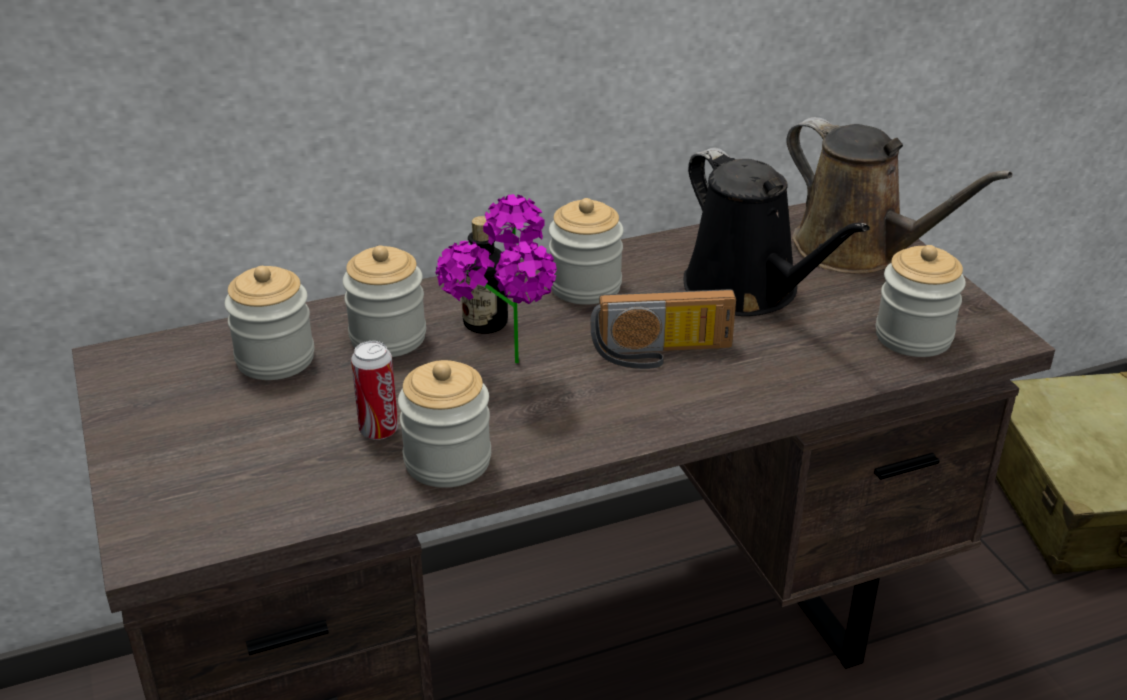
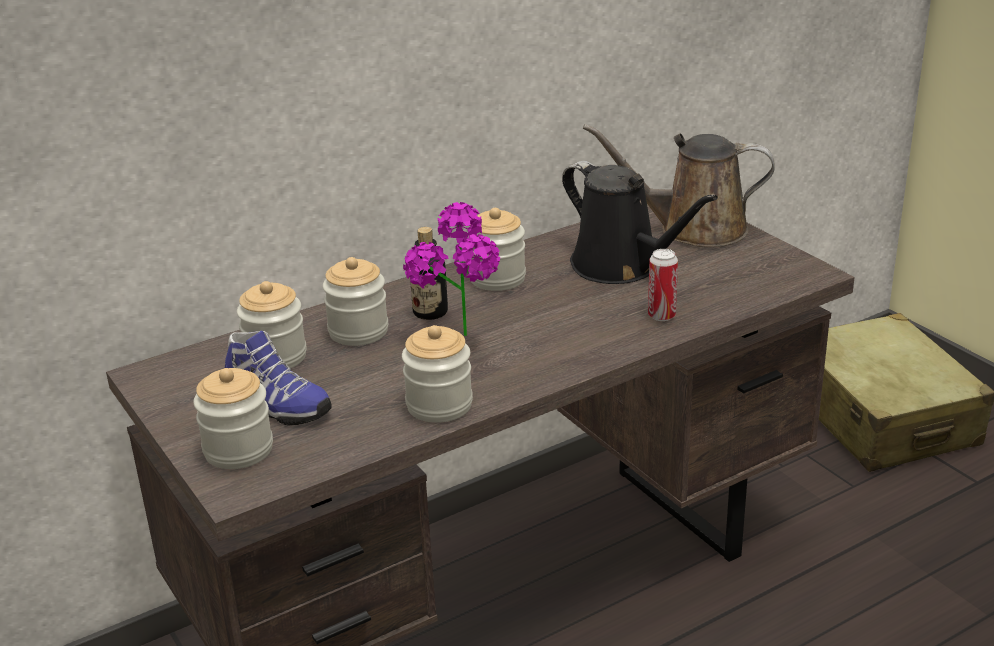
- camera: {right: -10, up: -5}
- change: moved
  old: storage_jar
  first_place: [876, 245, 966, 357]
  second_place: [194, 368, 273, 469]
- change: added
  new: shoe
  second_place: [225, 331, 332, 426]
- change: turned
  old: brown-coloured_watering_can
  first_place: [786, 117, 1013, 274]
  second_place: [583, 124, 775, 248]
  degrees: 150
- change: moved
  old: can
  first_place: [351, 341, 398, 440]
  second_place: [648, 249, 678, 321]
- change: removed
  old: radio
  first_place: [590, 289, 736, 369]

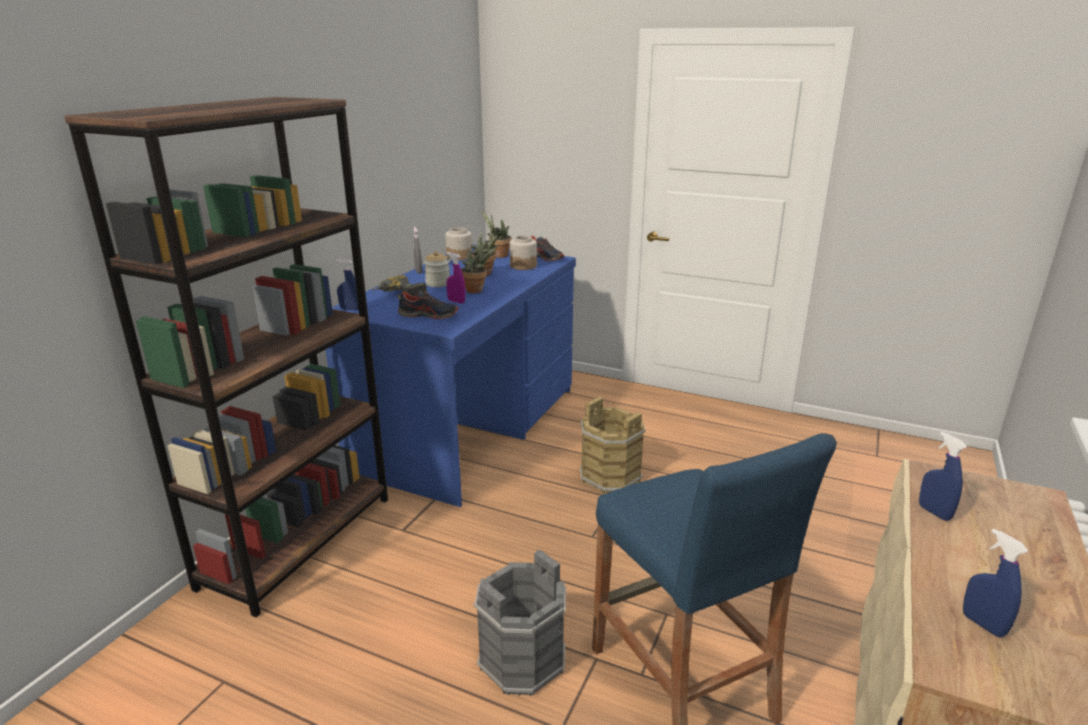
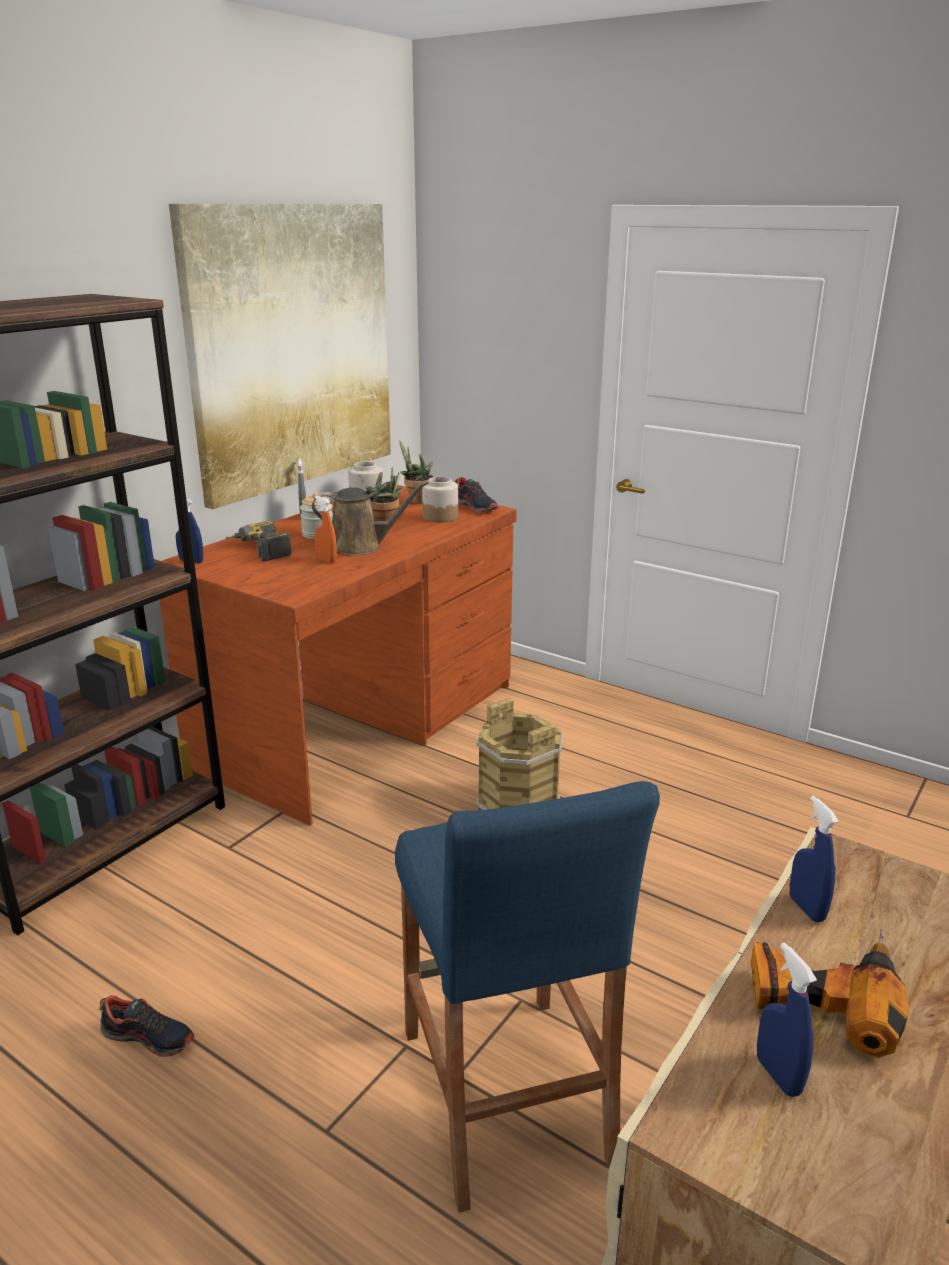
- camera: {right: 10, up: 0}
- change: moved
  old: shoe
  first_place: [398, 291, 459, 319]
  second_place: [99, 995, 194, 1057]
- change: recoloured
  old: blue-coloured_desk
  new: brown-coloured_desk
  first_place: [325, 244, 576, 507]
  second_place: [159, 485, 517, 826]
- change: added
  new: wall_art
  second_place: [169, 204, 391, 509]
- change: replaced
  old: houseplant
  new: brown-coloured_watering_can
  first_place: [461, 243, 496, 293]
  second_place: [312, 481, 429, 556]
- change: recoloured
  old: purple_hand_sprayer
  new: orange-coloured_hand_sprayer
  first_place: [446, 252, 465, 304]
  second_place: [314, 496, 337, 563]
- change: added
  new: power_drill
  second_place: [751, 929, 908, 1058]
- change: removed
  old: gray_bucket
  first_place: [474, 550, 566, 696]

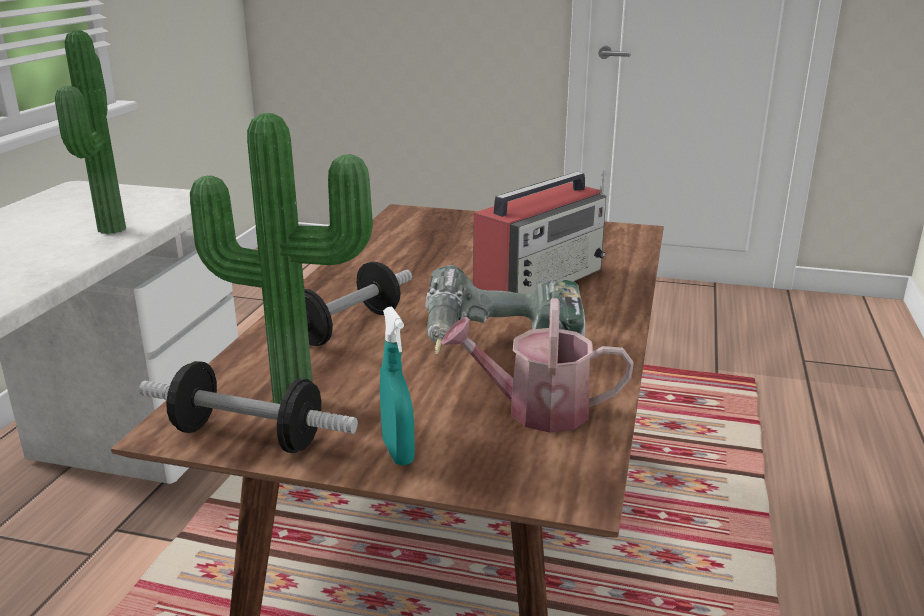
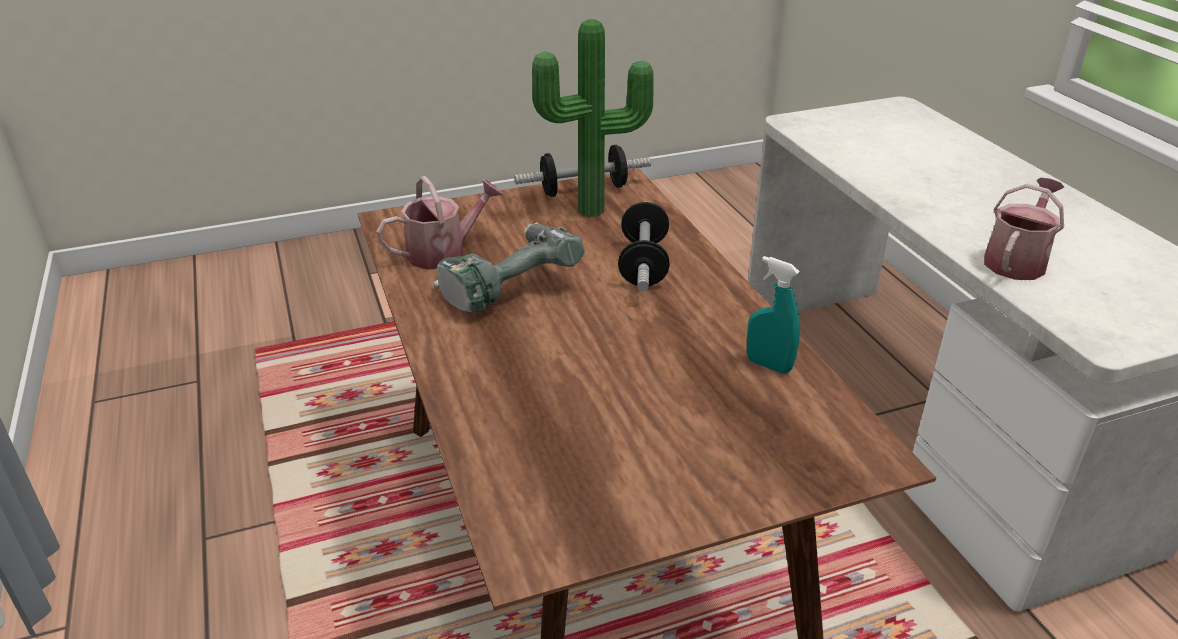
- camera: {right: 145, up: 10}
- change: moved
  old: blue-green_hand_sprayer
  first_place: [380, 306, 415, 466]
  second_place: [747, 256, 800, 374]
- change: replaced
  old: houseplant
  new: watering_can
  first_place: [55, 30, 126, 234]
  second_place: [984, 178, 1064, 280]
- change: removed
  old: radio
  first_place: [473, 169, 606, 295]

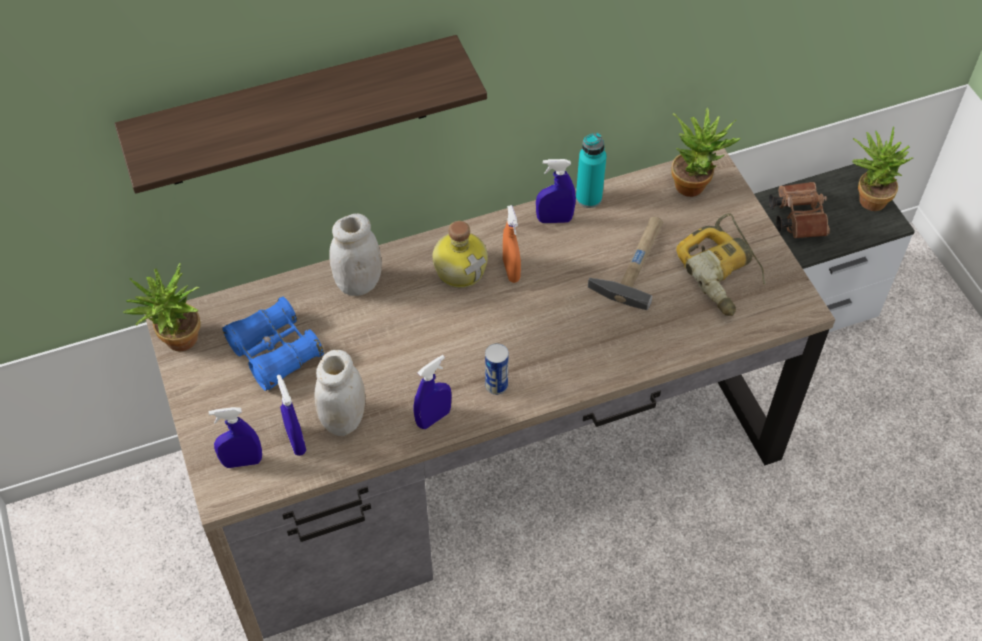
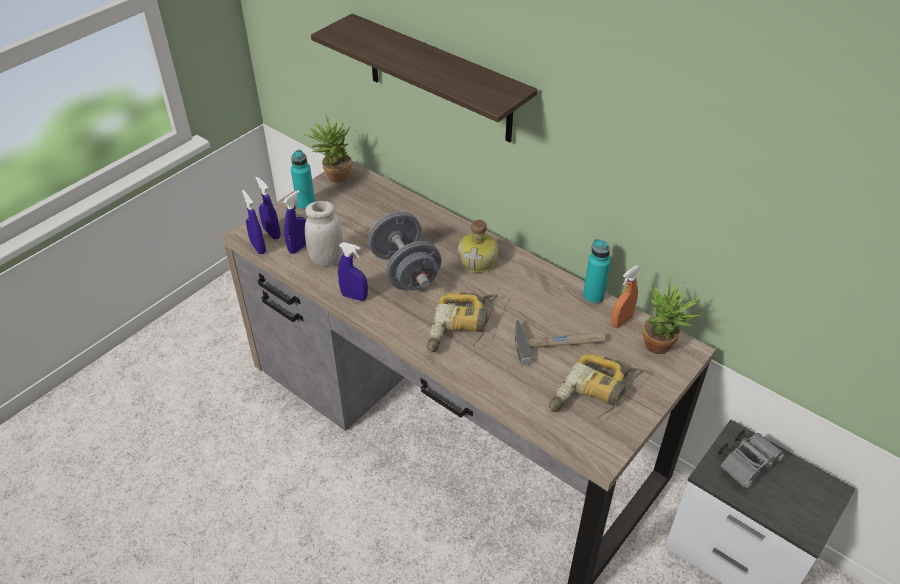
- camera: {right: 60, up: -10}
- change: moved
  old: blue-coloured_hand_sprayer
  first_place: [536, 159, 576, 223]
  second_place: [242, 190, 266, 254]
- change: added
  new: blue-green_bottle
  second_place: [291, 150, 315, 210]
- change: added
  new: gray_hand_weight
  second_place: [368, 212, 442, 291]
- change: added
  new: power_drill
  second_place: [427, 293, 498, 352]
- change: moved
  old: orange-coloured_hand_sprayer
  first_place: [503, 205, 521, 283]
  second_place: [611, 266, 640, 328]
- change: recoloured
  old: brown-coloured_binoculars
  new: gray_binoculars
  first_place: [769, 182, 830, 238]
  second_place: [718, 430, 785, 488]
- change: removed
  old: blue-coloured_binoculars
  first_place: [222, 297, 324, 391]
- change: removed
  old: white-coloured_storage_jar
  first_place: [329, 214, 382, 296]
- change: removed
  old: can
  first_place: [485, 343, 509, 395]
- change: removed
  old: houseplant
  first_place: [852, 126, 913, 211]

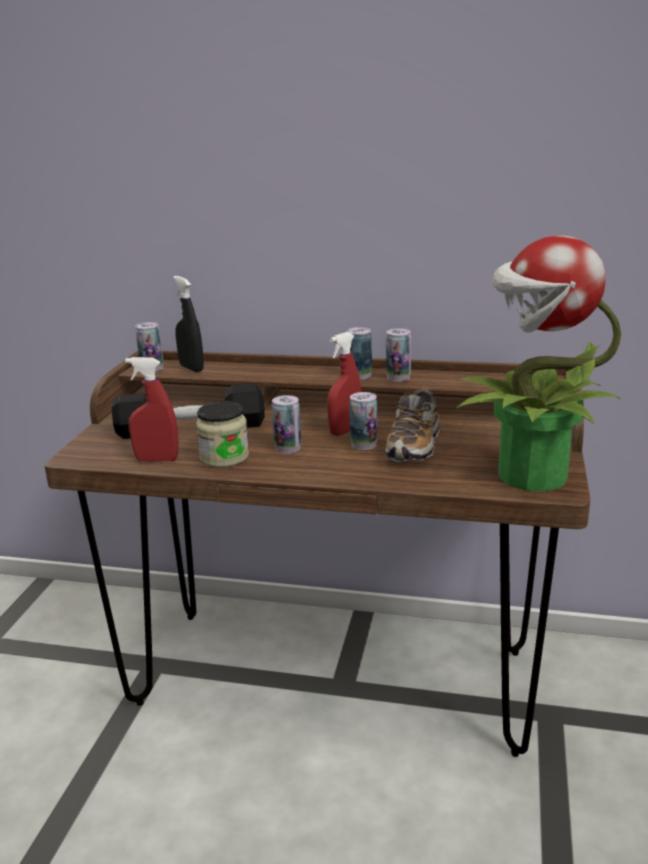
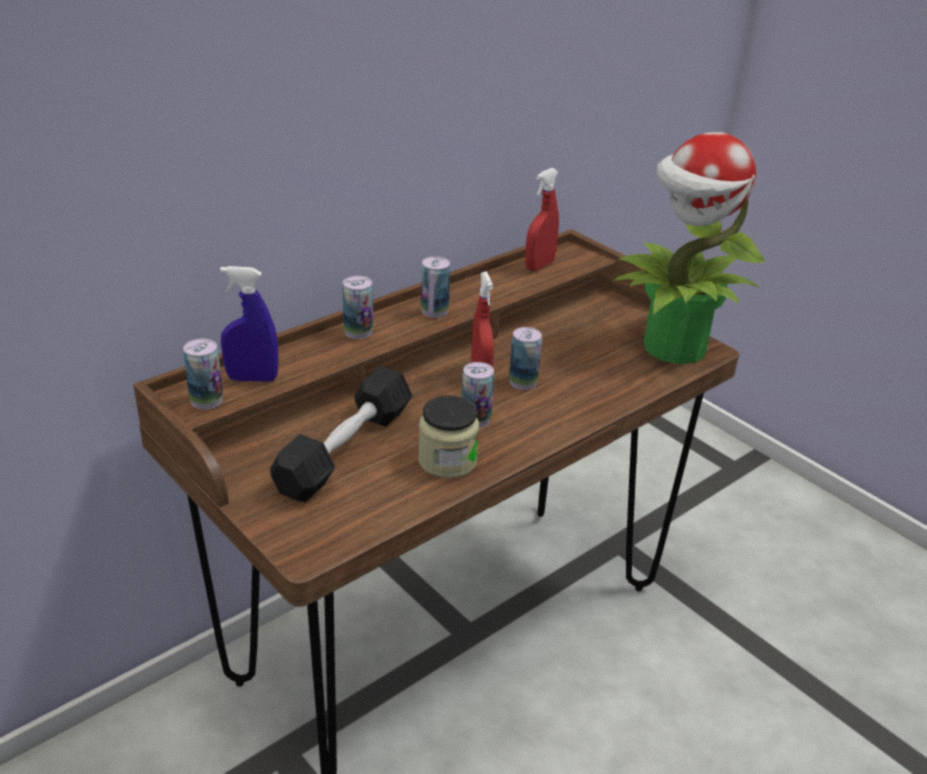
- camera: {right: -55, up: 10}
- change: recoloured
  old: black_hand_sprayer
  new: blue-coloured_hand_sprayer
  first_place: [173, 276, 204, 372]
  second_place: [220, 266, 279, 382]
- change: moved
  old: can
  first_place: [386, 328, 411, 381]
  second_place: [342, 276, 373, 339]
- change: moved
  old: red_hand_sprayer
  first_place: [125, 357, 179, 462]
  second_place: [525, 168, 559, 271]
- change: removed
  old: shoe
  first_place: [386, 388, 439, 462]

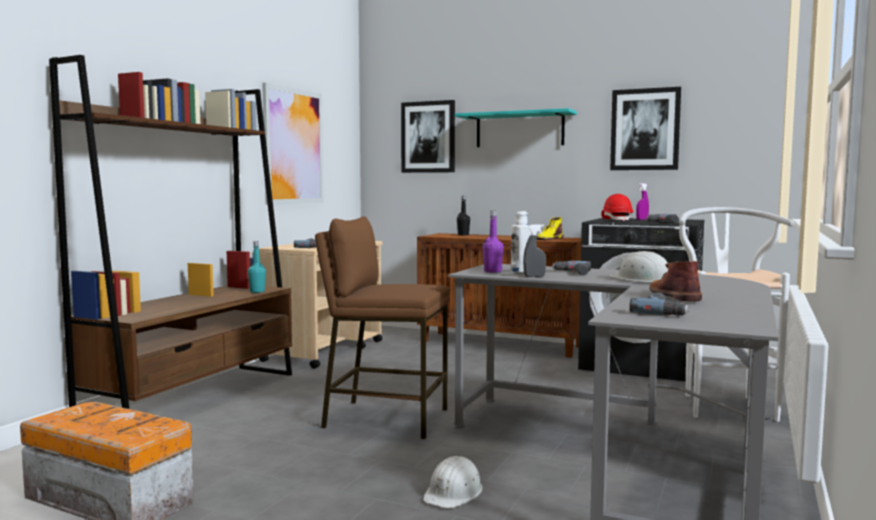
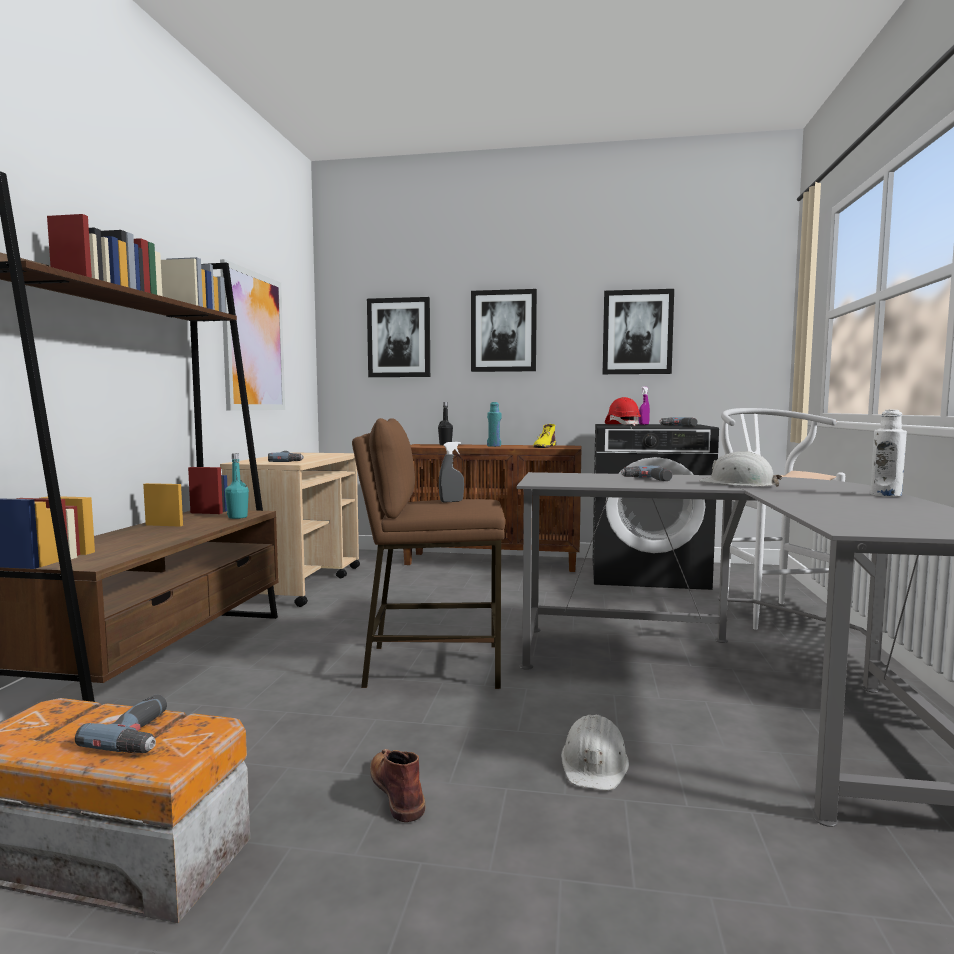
- camera: {right: -15, up: 0}
- change: moved
  old: power_drill
  first_place: [629, 292, 690, 315]
  second_place: [75, 694, 167, 753]
- change: moved
  old: brown-coloured_high-top_boot
  first_place: [649, 261, 702, 302]
  second_place: [370, 749, 425, 822]
- change: moved
  old: gray_hand_sprayer
  first_place: [523, 224, 546, 277]
  second_place: [439, 442, 464, 503]
- change: replaced
  old: blue-green_wall_shelf
  new: wall_art
  first_place: [455, 108, 577, 147]
  second_place: [471, 289, 537, 372]
- change: added
  new: blue-green_bottle
  second_place: [487, 402, 502, 447]
- change: moved
  old: white-coloured_bottle
  first_place: [511, 211, 531, 273]
  second_place: [870, 410, 907, 497]
- change: removed
  old: purple_bottle
  first_place: [483, 211, 504, 273]

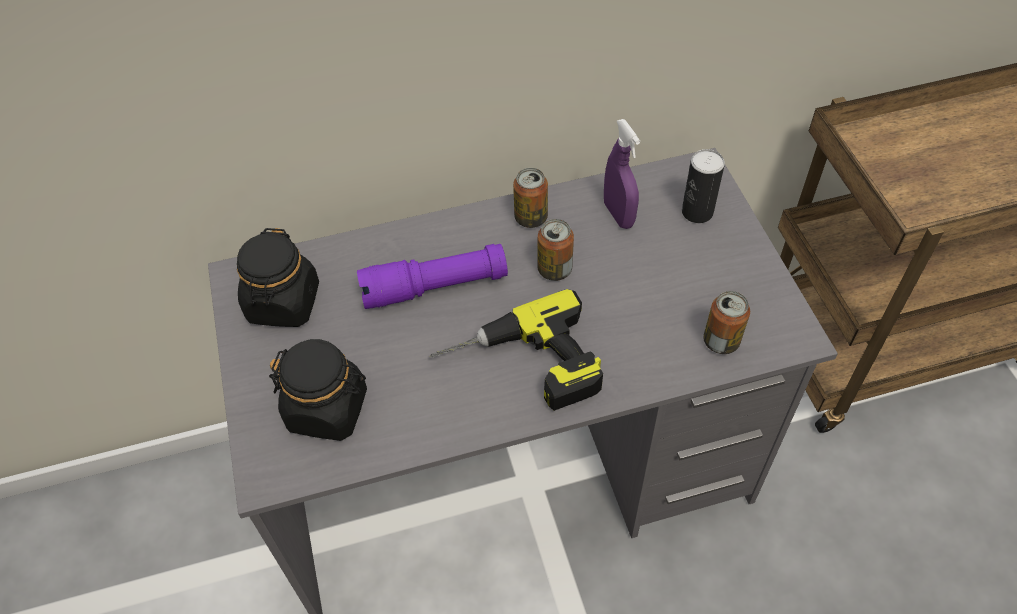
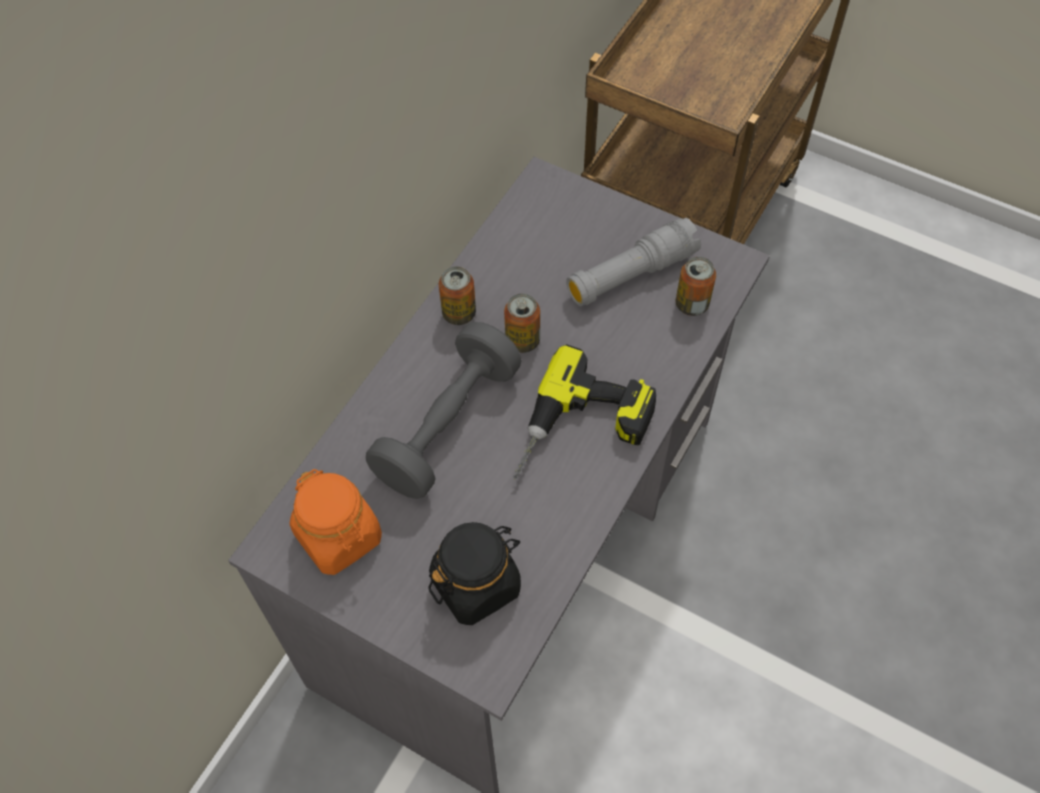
- camera: {right: -45, up: 5}
- change: recoloured
  old: black_storage_jar
  new: orange-coloured_storage_jar
  first_place: [237, 228, 319, 327]
  second_place: [290, 469, 382, 575]
- change: replaced
  old: purple_flashlight
  new: gray_hand_weight
  first_place: [357, 244, 508, 309]
  second_place: [366, 322, 522, 499]
- change: added
  new: gray_flashlight
  second_place: [566, 218, 701, 307]
- change: removed
  old: purple_hand_sprayer
  first_place: [604, 119, 640, 229]
- change: removed
  old: can
  first_place: [682, 149, 725, 223]

